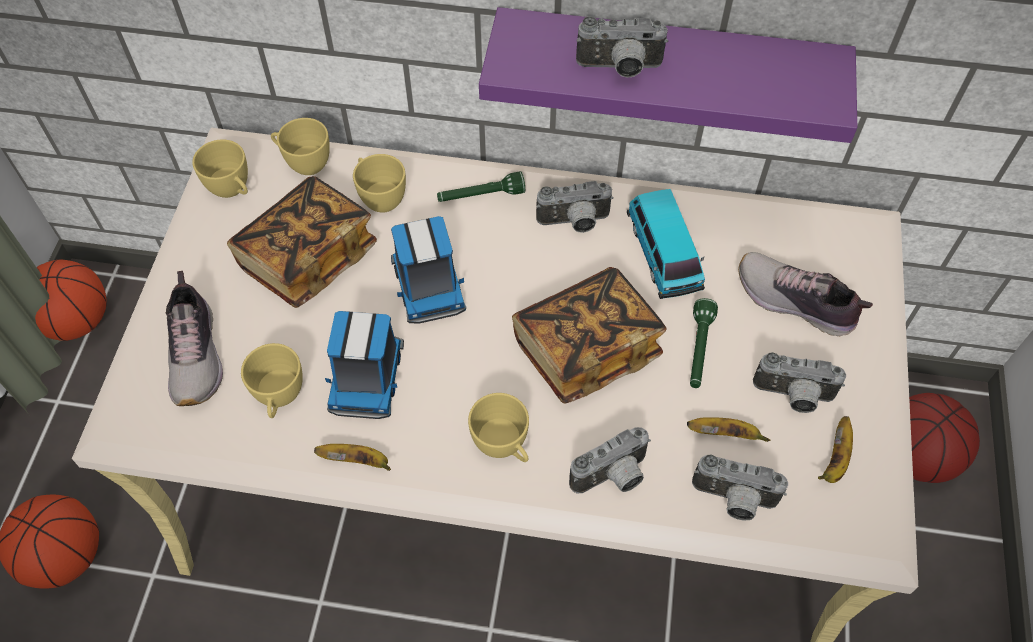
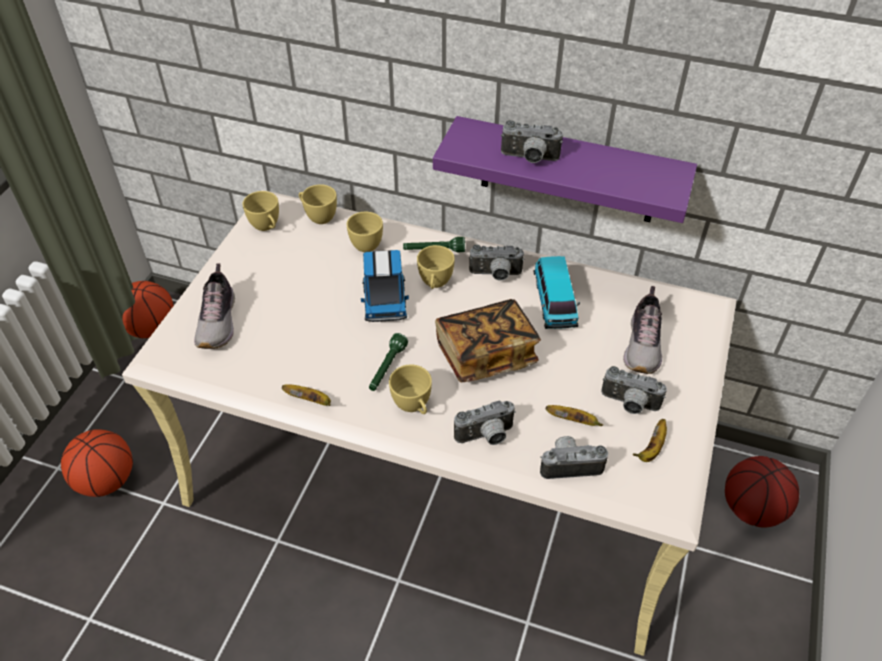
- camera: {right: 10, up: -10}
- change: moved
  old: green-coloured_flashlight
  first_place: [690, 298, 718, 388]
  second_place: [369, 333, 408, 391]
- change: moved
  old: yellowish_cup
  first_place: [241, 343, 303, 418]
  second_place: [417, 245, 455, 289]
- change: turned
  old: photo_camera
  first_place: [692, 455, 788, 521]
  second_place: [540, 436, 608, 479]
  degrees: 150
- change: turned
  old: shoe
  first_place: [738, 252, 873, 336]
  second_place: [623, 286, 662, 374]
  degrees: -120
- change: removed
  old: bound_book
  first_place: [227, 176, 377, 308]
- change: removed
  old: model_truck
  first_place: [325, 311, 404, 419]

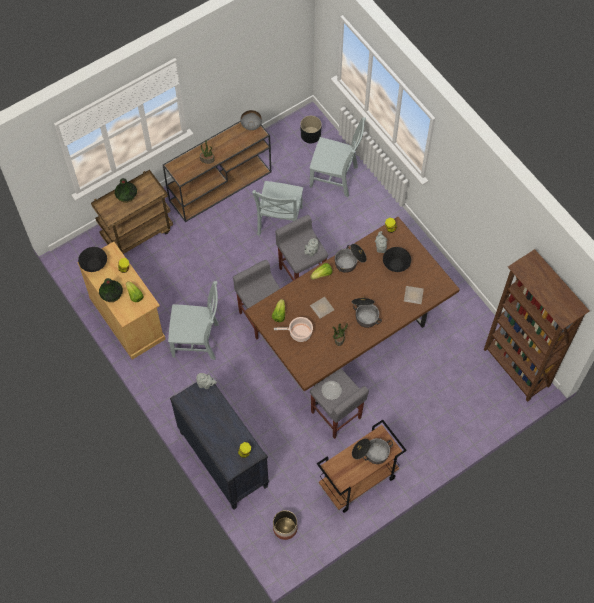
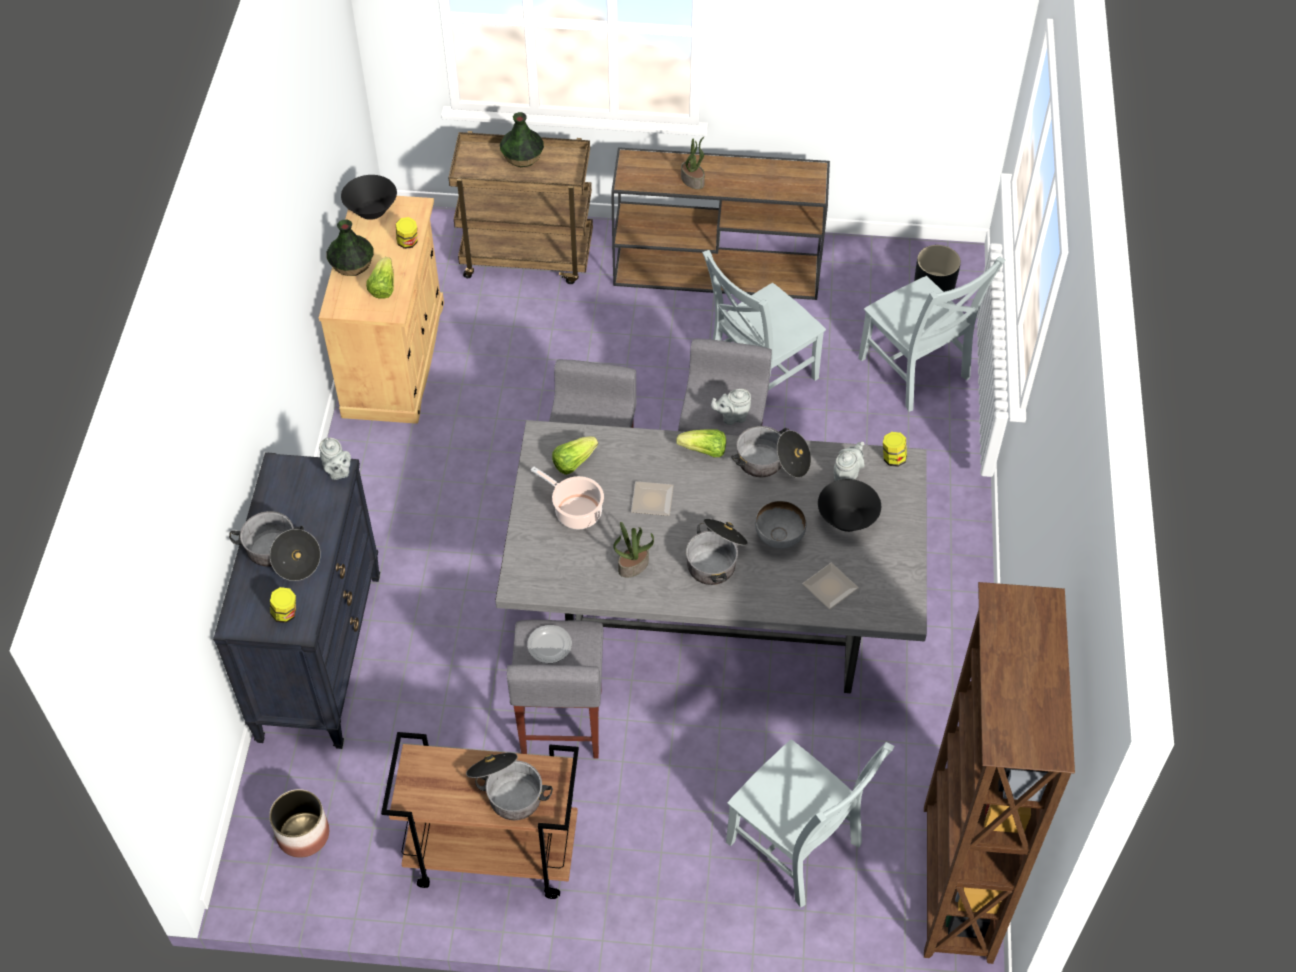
- camera: {right: 40, up: -10}
- change: added
  new: saucepot
  second_place: [229, 511, 321, 581]
- change: recoloured
  old: brown-coloured_dinner_table
  new: gray_dinner_table
  first_place: [245, 217, 460, 392]
  second_place: [495, 420, 927, 693]
- change: moved
  old: gray_chair
  first_place: [168, 281, 219, 360]
  second_place: [726, 739, 894, 908]
- change: moved
  old: gray_serving_bowl
  first_place: [240, 110, 262, 130]
  second_place: [755, 501, 806, 549]

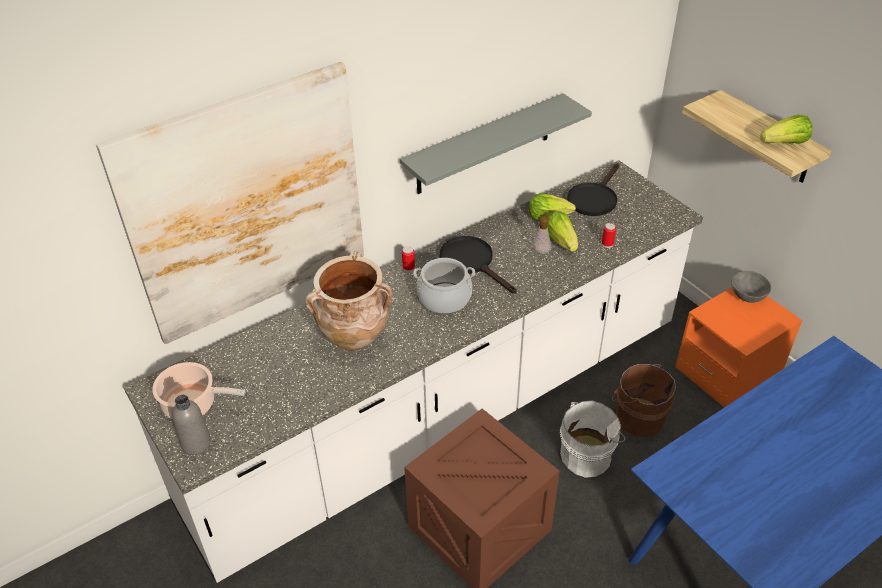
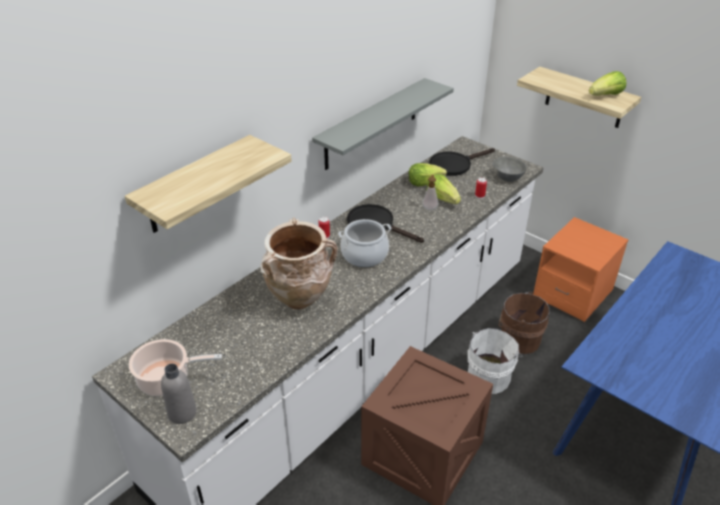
- camera: {right: -15, up: -5}
- change: replaced
  old: wall_art
  new: wall_shelf
  first_place: [96, 62, 364, 344]
  second_place: [125, 135, 292, 233]
- change: turned
  old: black_frying_pan
  first_place: [567, 163, 619, 216]
  second_place: [430, 148, 495, 176]
  degrees: 45
- change: moved
  old: gray_serving_bowl
  first_place: [731, 271, 771, 303]
  second_place: [493, 157, 527, 182]

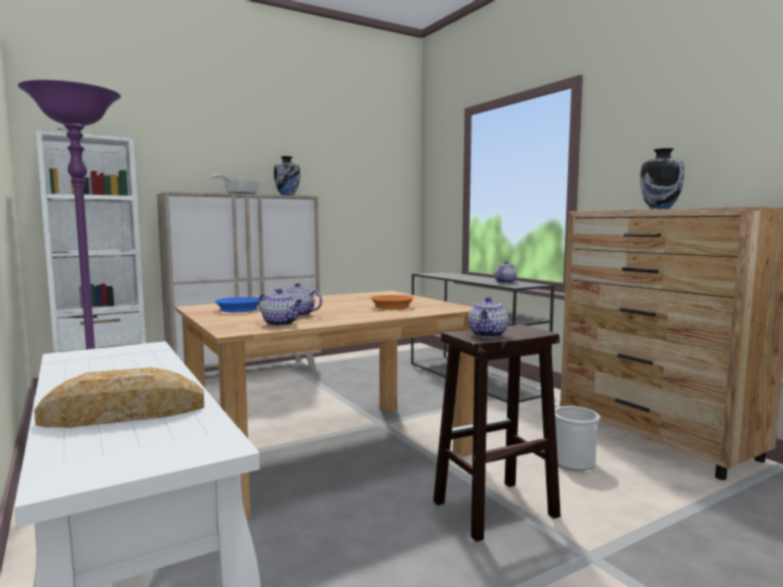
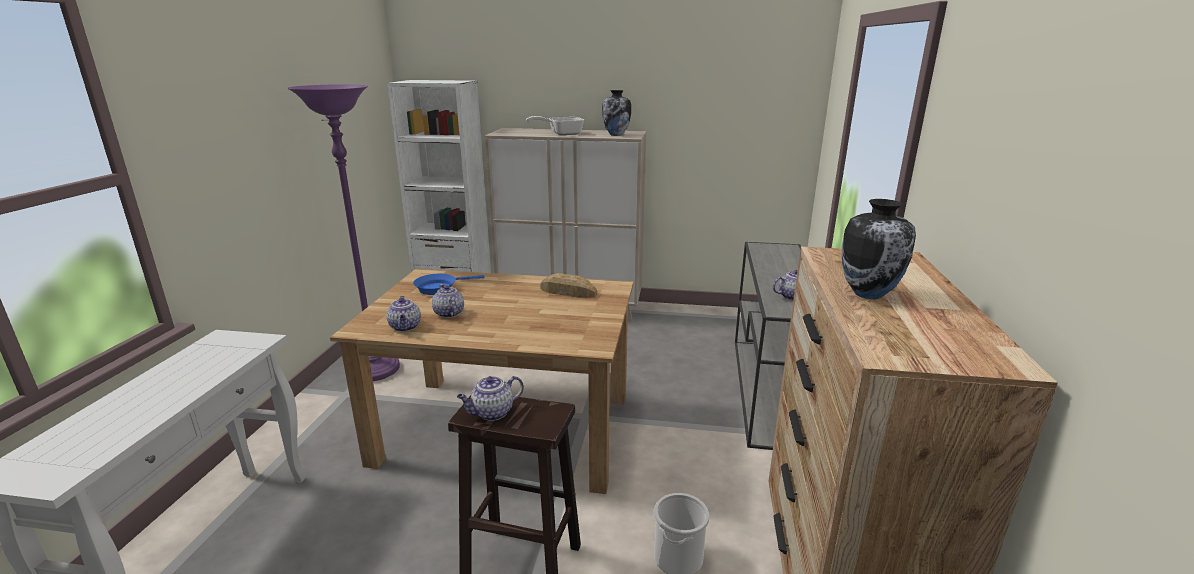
- camera: {right: 40, up: 15}
- change: moved
  old: bread
  first_place: [34, 367, 204, 428]
  second_place: [540, 273, 597, 298]
- change: removed
  old: orange-coloured_frying_pan
  first_place: [370, 295, 414, 310]

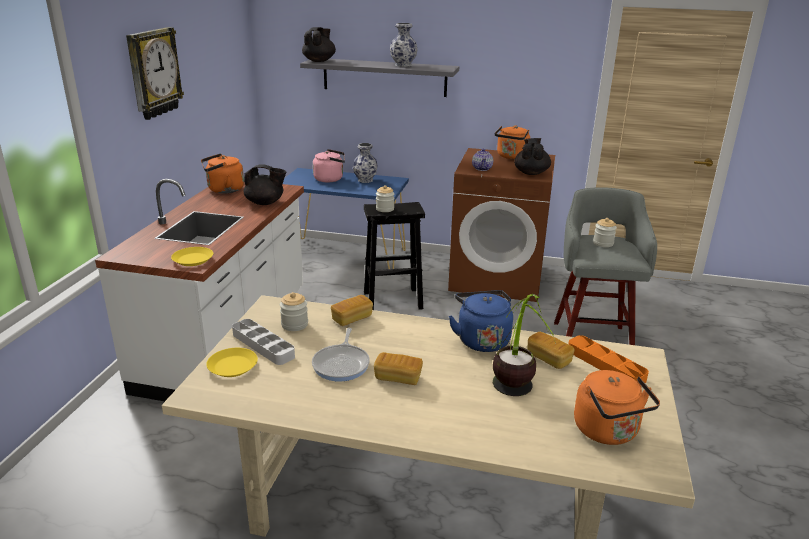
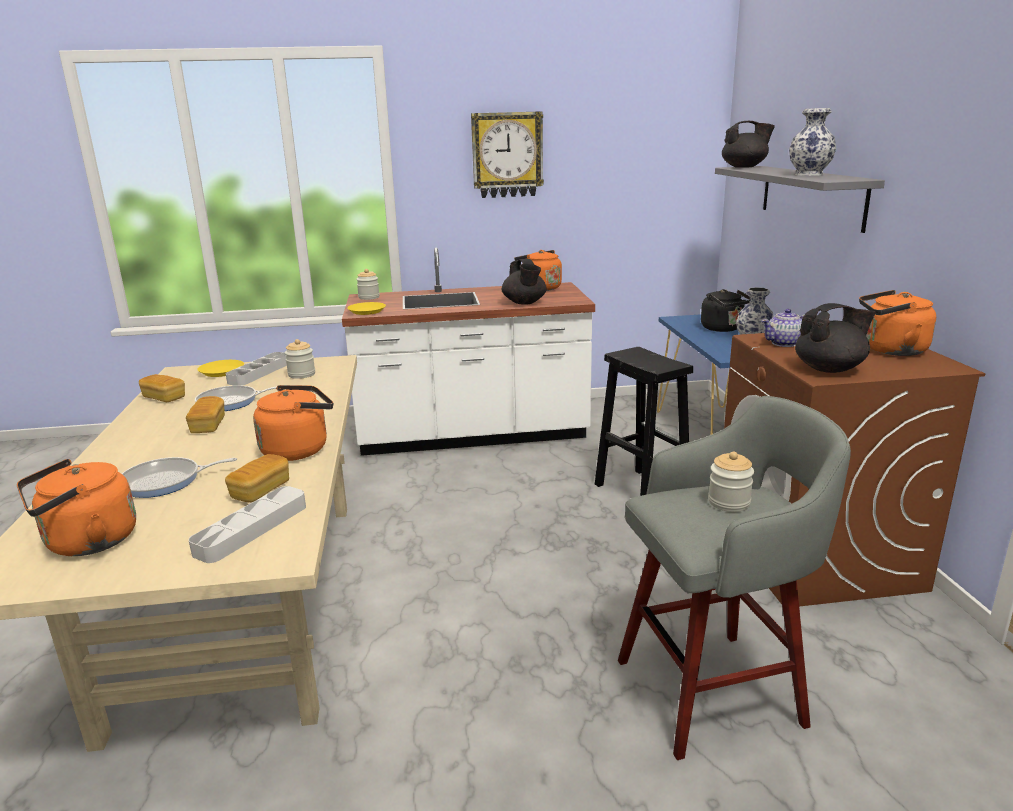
- camera: {right: 70, up: -5}
- change: replaced
  old: houseplant
  new: frying_pan
  first_place: [493, 294, 556, 396]
  second_place: [122, 457, 237, 498]
- change: moved
  old: bread
  first_place: [331, 295, 373, 326]
  second_place: [139, 374, 185, 402]
- change: recoloured
  old: orange-coloured_serving_tray
  new: gray_serving_tray
  first_place: [568, 335, 649, 383]
  second_place: [189, 486, 306, 563]
- change: recoloured
  old: blue-coloured_water_kettle
  new: orange-coloured_water_kettle
  first_place: [449, 290, 513, 352]
  second_place: [253, 385, 333, 461]
- change: moved
  old: storage_jar
  first_place: [376, 185, 394, 212]
  second_place: [356, 269, 380, 300]
- change: recoloured
  old: pink_water_kettle
  new: black_water_kettle
  first_place: [313, 149, 345, 182]
  second_place: [701, 289, 750, 332]

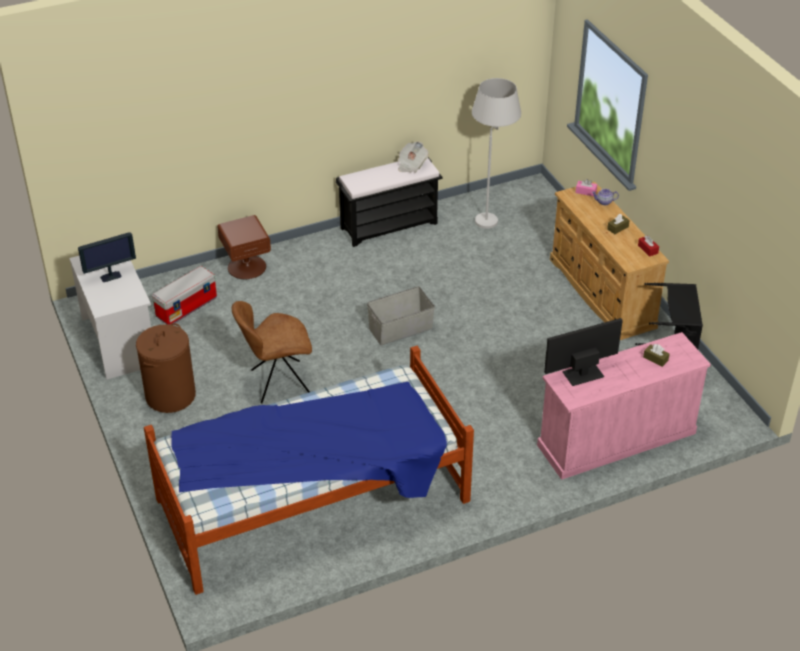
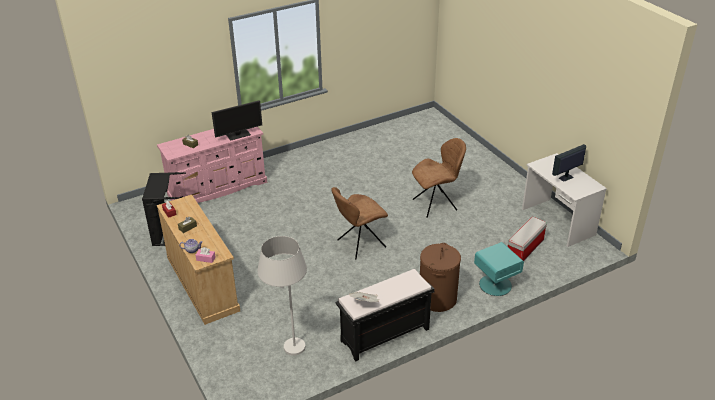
- camera: {right: 175, up: -5}
- change: replaced
  old: gray_storage_container
  new: brown-coloured_chair
  first_place: [367, 286, 435, 345]
  second_place: [331, 187, 388, 259]
- change: moved
  old: brown-coloured_laundry_basket
  first_place: [136, 323, 196, 413]
  second_place: [420, 243, 461, 312]
- change: recoloured
  old: brown-coloured_nightstand
  new: blue-green_nightstand
  first_place: [217, 215, 271, 279]
  second_place: [474, 242, 524, 296]
- change: removed
  old: bed
  first_place: [144, 346, 474, 595]

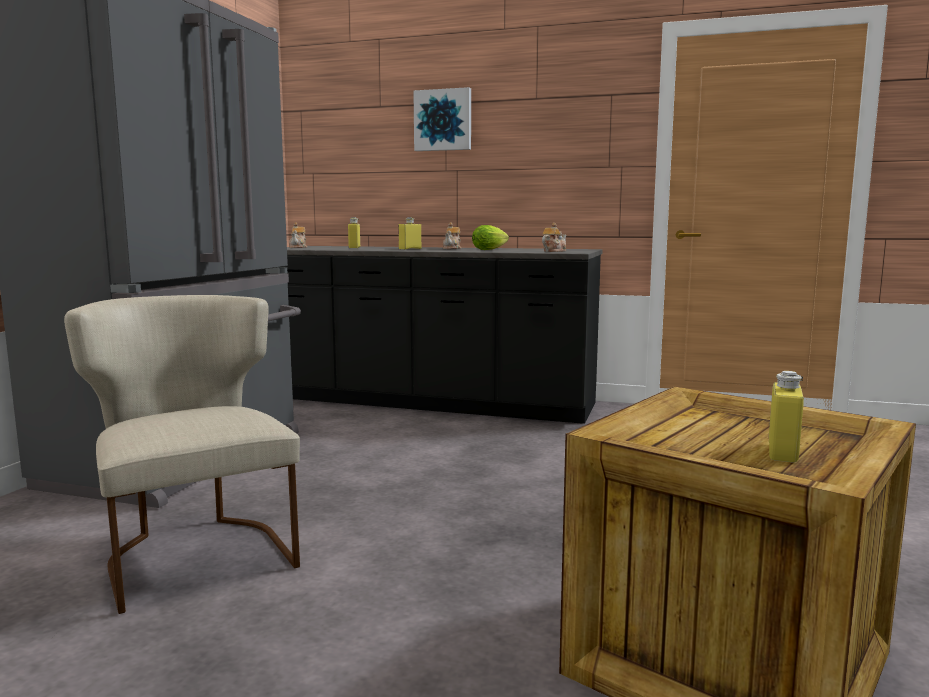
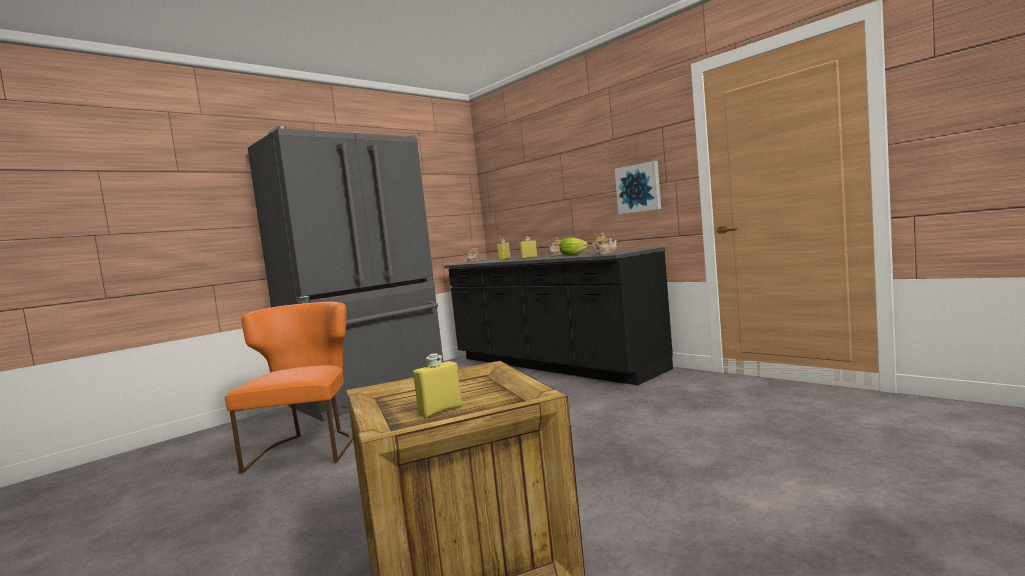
- camera: {right: 30, up: -5}
- change: recoloured
  old: beige_chair
  new: orange-coloured_chair
  first_place: [64, 295, 300, 614]
  second_place: [225, 302, 353, 474]
- change: moved
  old: wall_art
  first_place: [413, 87, 471, 151]
  second_place: [615, 161, 661, 214]

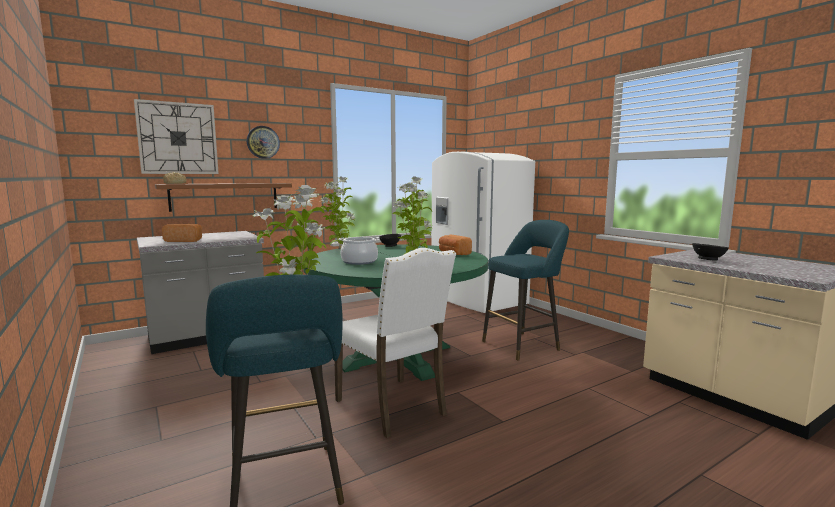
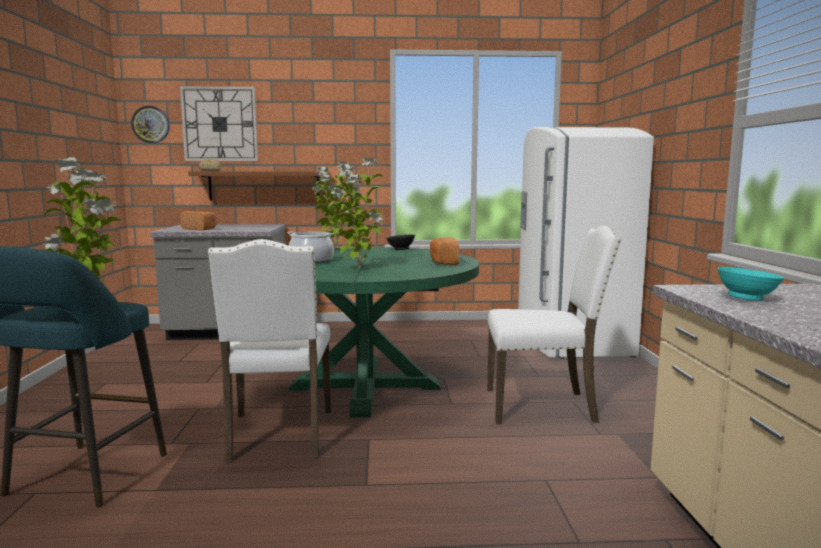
- camera: {right: 30, up: 0}
- change: moved
  old: hanging_clock
  first_place: [247, 126, 280, 159]
  second_place: [131, 106, 169, 143]
- change: replaced
  old: blue-green_stool_seat
  new: white-coloured_chair
  first_place: [482, 220, 569, 360]
  second_place: [487, 226, 622, 424]
- change: recoloured
  old: black_serving_bowl
  new: blue-green_serving_bowl
  first_place: [692, 243, 729, 261]
  second_place: [717, 267, 784, 301]

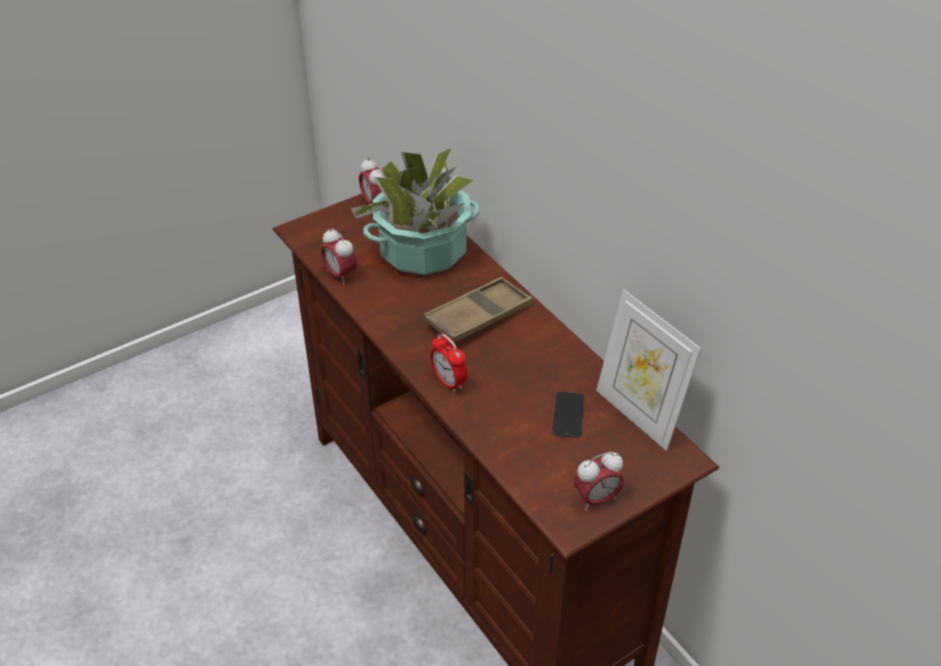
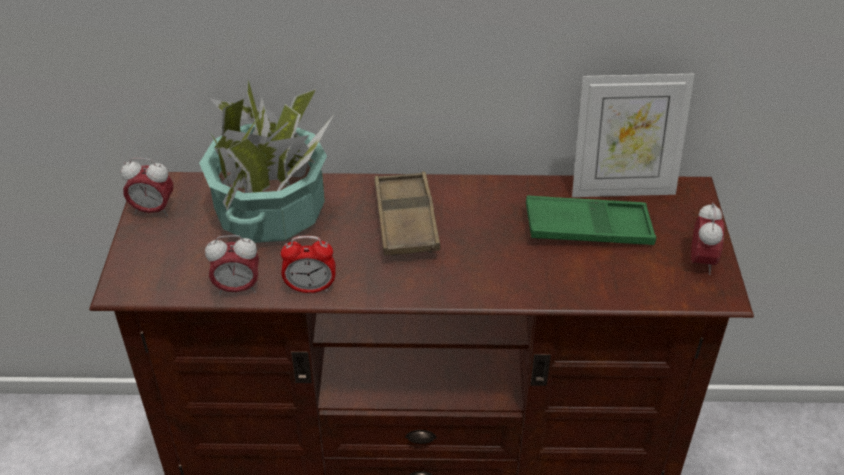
- camera: {right: -55, up: 0}
- change: moved
  old: alarm_clock
  first_place: [430, 334, 467, 393]
  second_place: [281, 236, 336, 293]
- change: replaced
  old: telephone
  new: green-coloured_serving_tray
  first_place: [552, 392, 584, 438]
  second_place: [526, 195, 656, 245]

